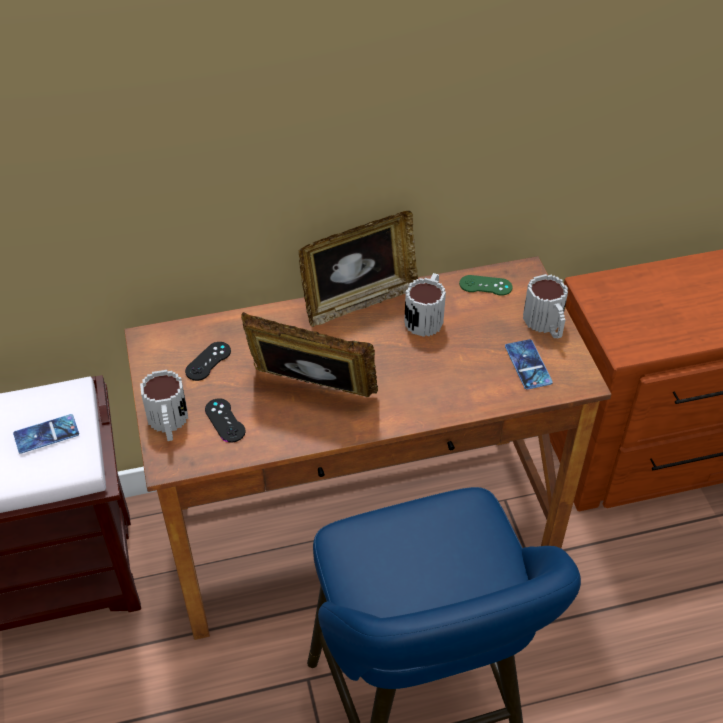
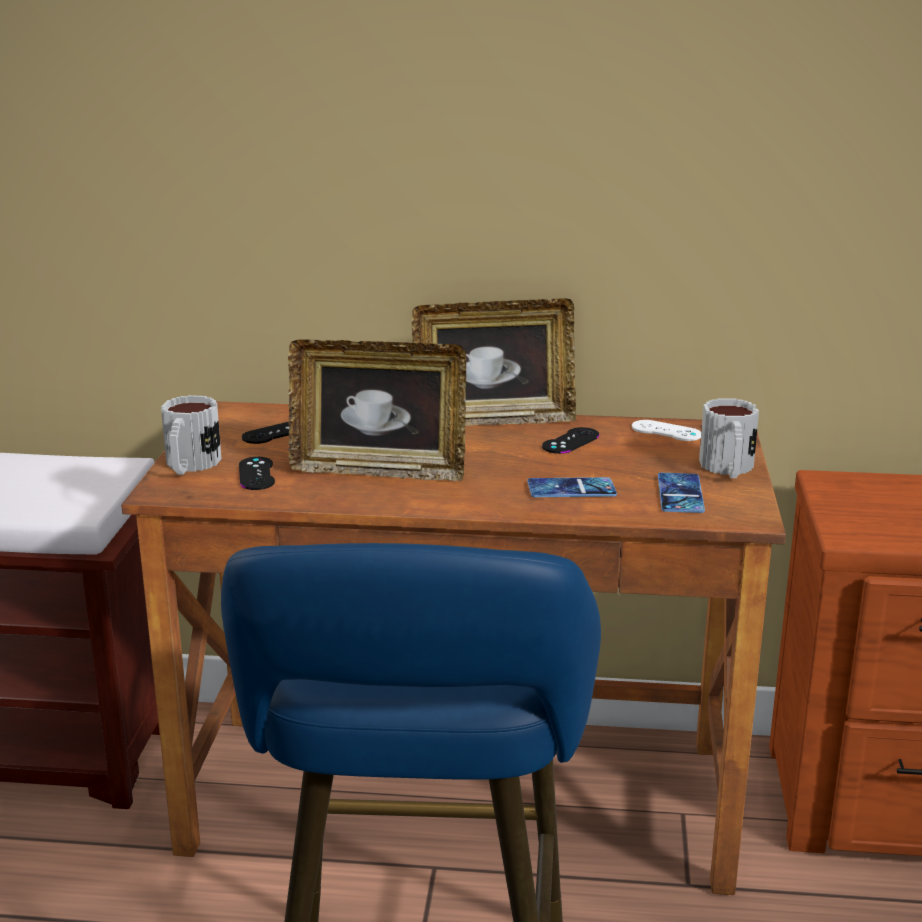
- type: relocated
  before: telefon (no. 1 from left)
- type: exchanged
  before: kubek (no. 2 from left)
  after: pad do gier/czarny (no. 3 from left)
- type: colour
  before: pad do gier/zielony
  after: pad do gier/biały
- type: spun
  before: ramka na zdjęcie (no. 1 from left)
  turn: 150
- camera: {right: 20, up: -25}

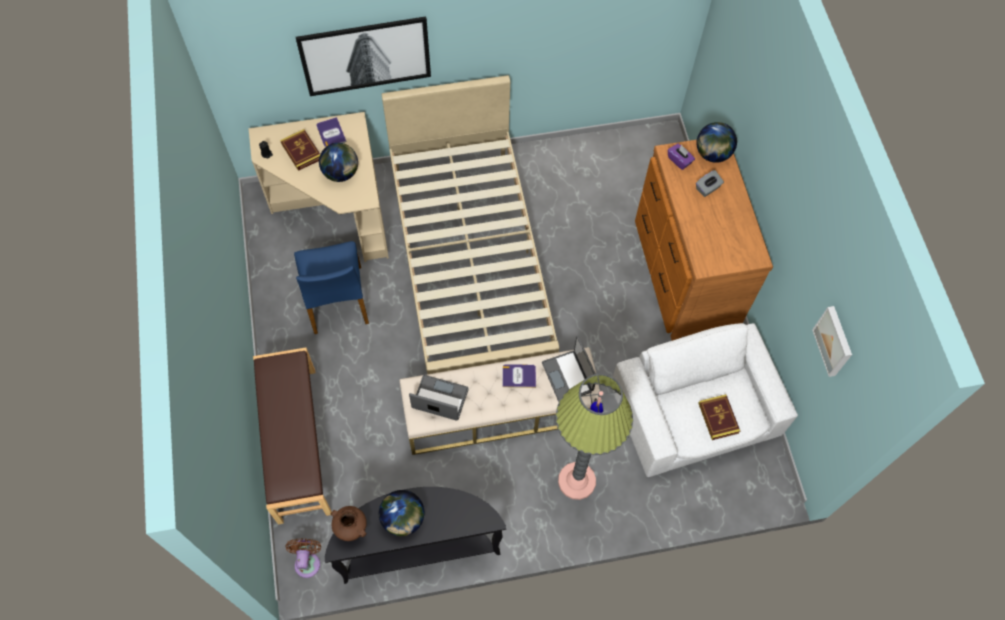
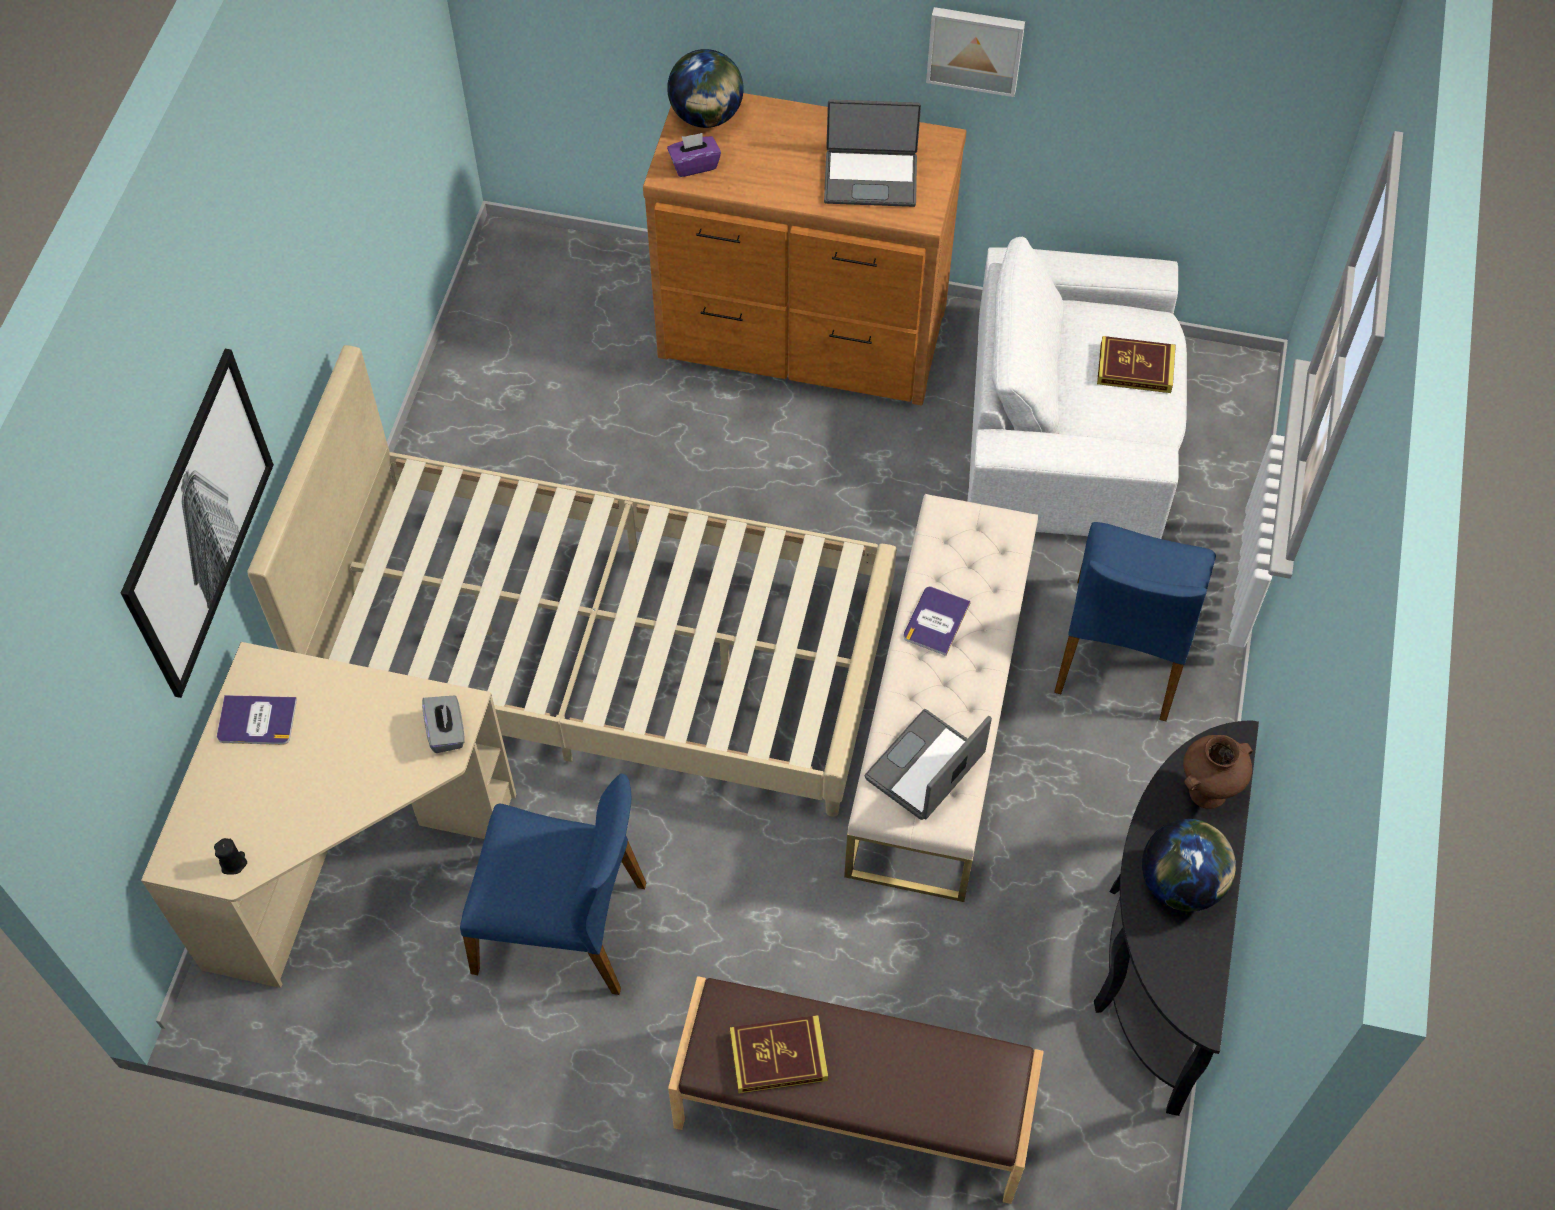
- type: missing
  before: wentylator/brązowy
- type: missing
  before: globus (no. 1 from left)
- type: relocated
  before: książka (no. 1 from left in the first image)
  after: książka (no. 2 from left)
- type: relocated
  before: wazon/brązowy
- type: relocated
  before: laptop (no. 2 from left in the first image)
  after: laptop (no. 1 from left)
- type: relocated
  before: pudełko chusteczek/szary
- type: relocated
  before: obraz (no. 2 from left)
- type: exchanged
  before: lampa stojąca
  after: krzesło/niebieski (no. 2 from left)
- camera: {right: -65, up: -5}

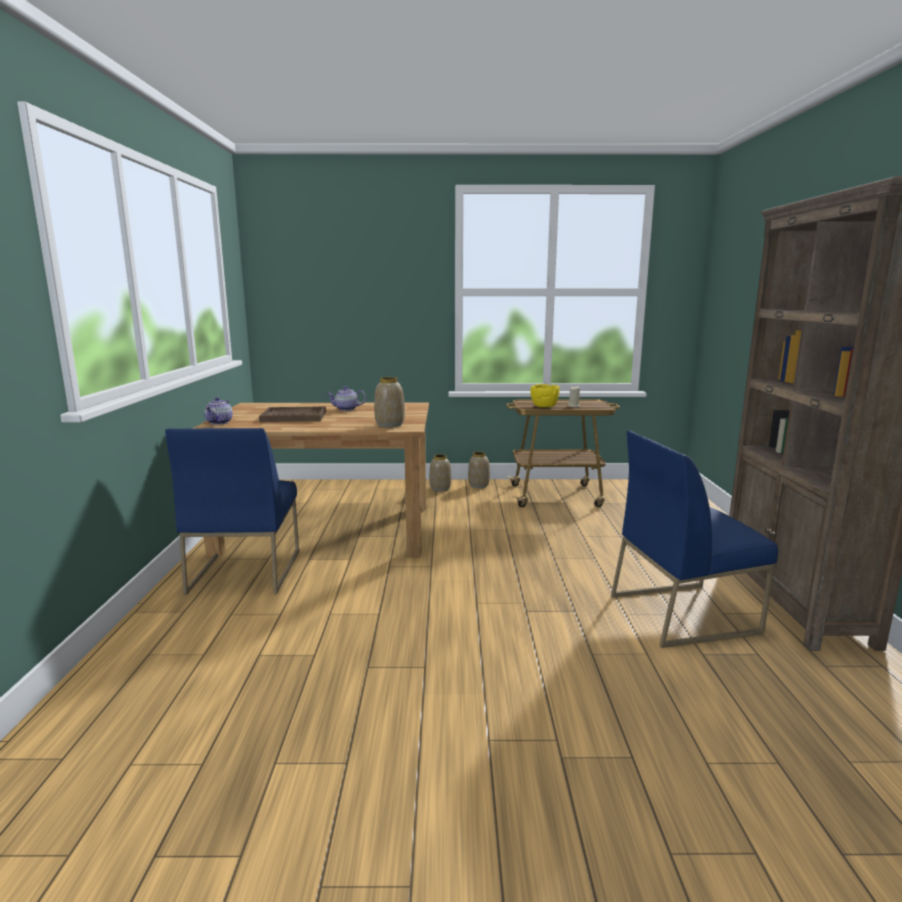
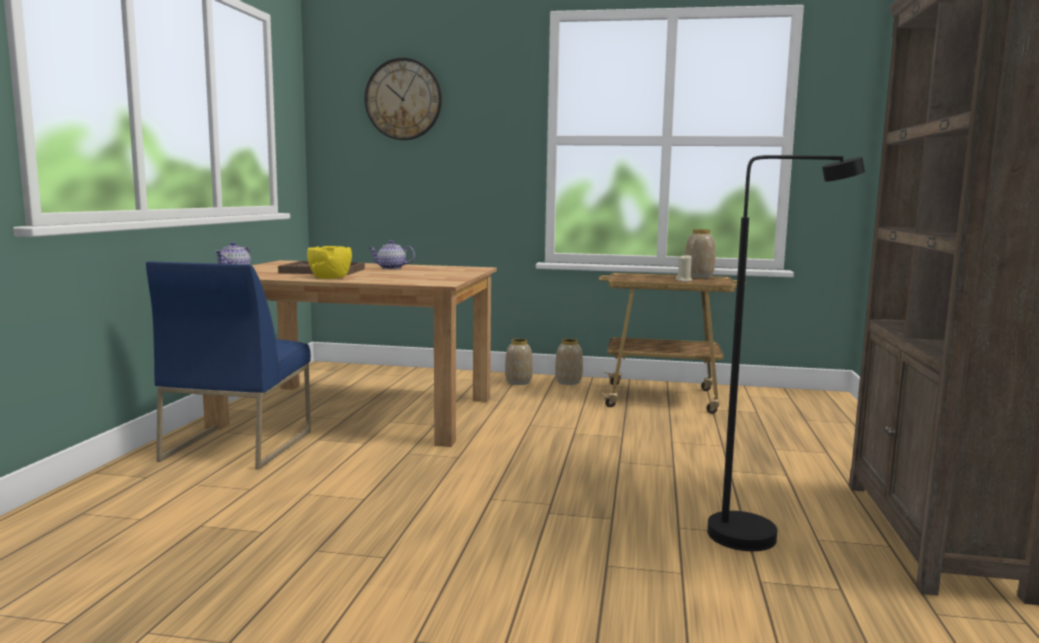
- type: appeared
  after: zegar ścienny
- type: relocated
  before: wazon (no. 1 from left in the first image)
  after: wazon (no. 3 from left)
- type: relocated
  before: miska/żółty
- type: exchanged
  before: krzesło/niebieski (no. 2 from left)
  after: lampa stojąca/czarny
- camera: {right: 10, up: -5}

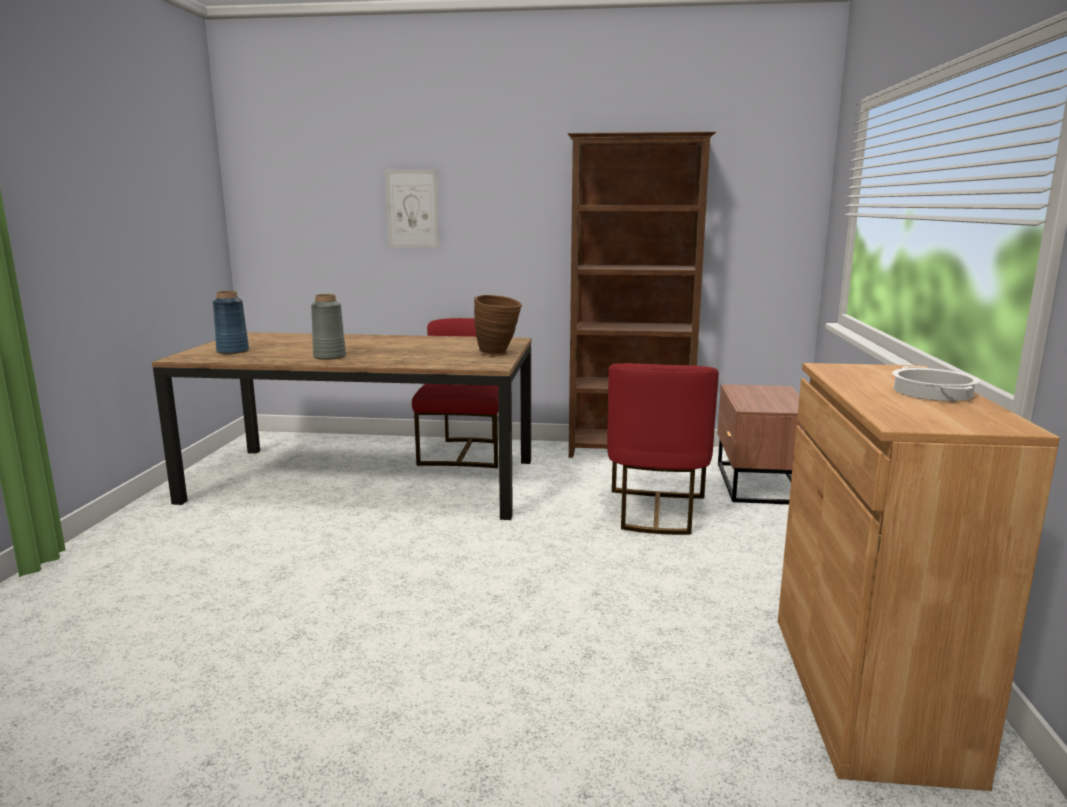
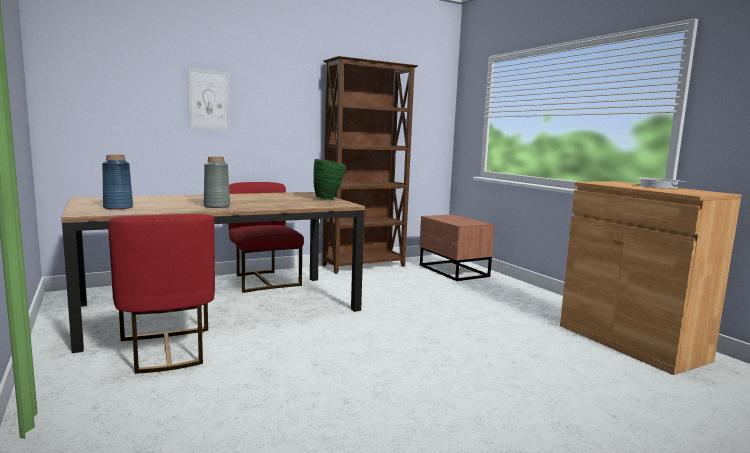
- type: relocated
  before: krzesło/czerwony (no. 2 from left in the first image)
  after: krzesło/czerwony (no. 1 from left)
- type: colour
  before: wazon/brązowy
  after: wazon/zielony
- camera: {right: -35, up: -5}

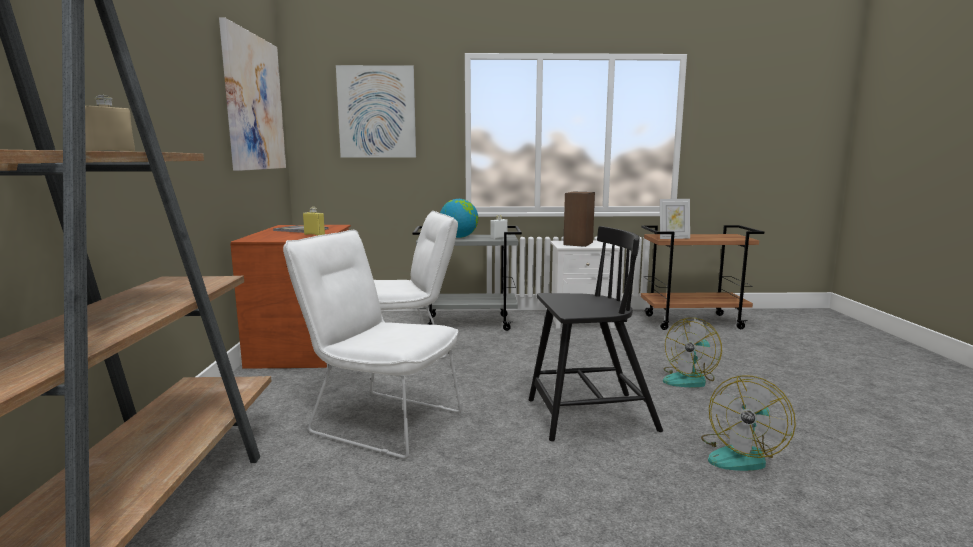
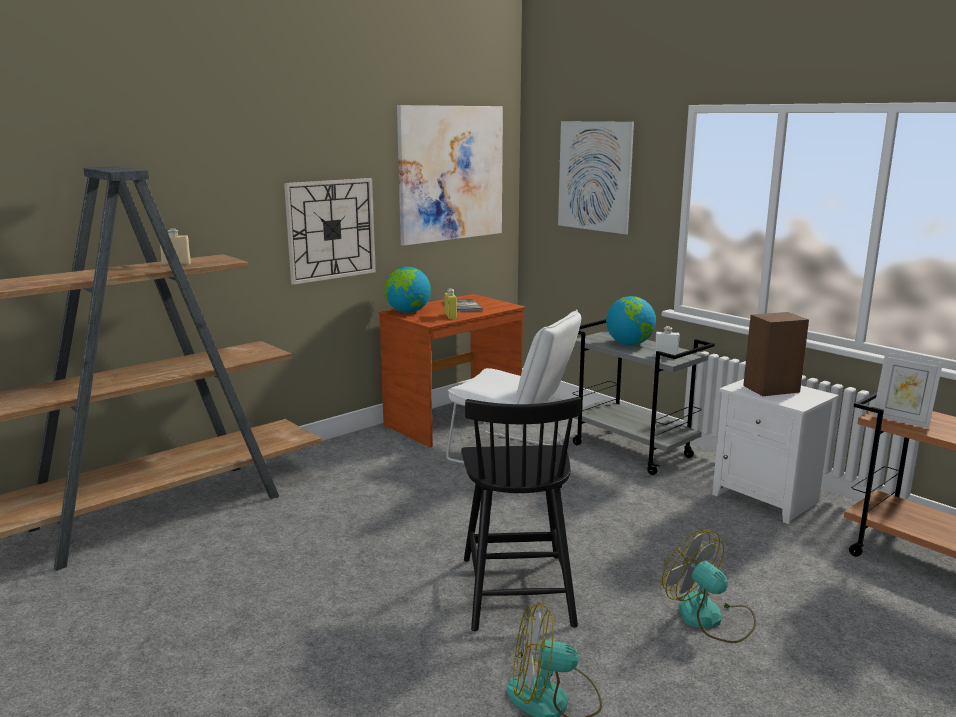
- type: missing
  before: krzesło/biały (no. 1 from left)
- type: appeared
  after: zegar ścienny
- type: appeared
  after: globus (no. 1 from left)
- type: spun
  before: krzesło/czarny
  turn: 45
- type: spun
  before: wentylator (no. 1 from left in the first image)
  turn: 45
- camera: {right: 50, up: 5}

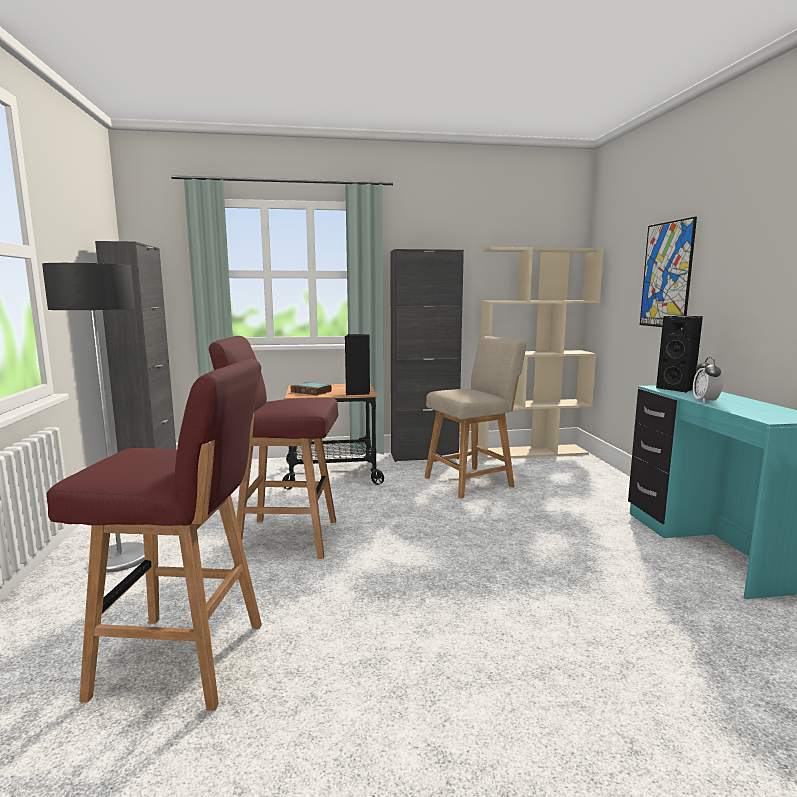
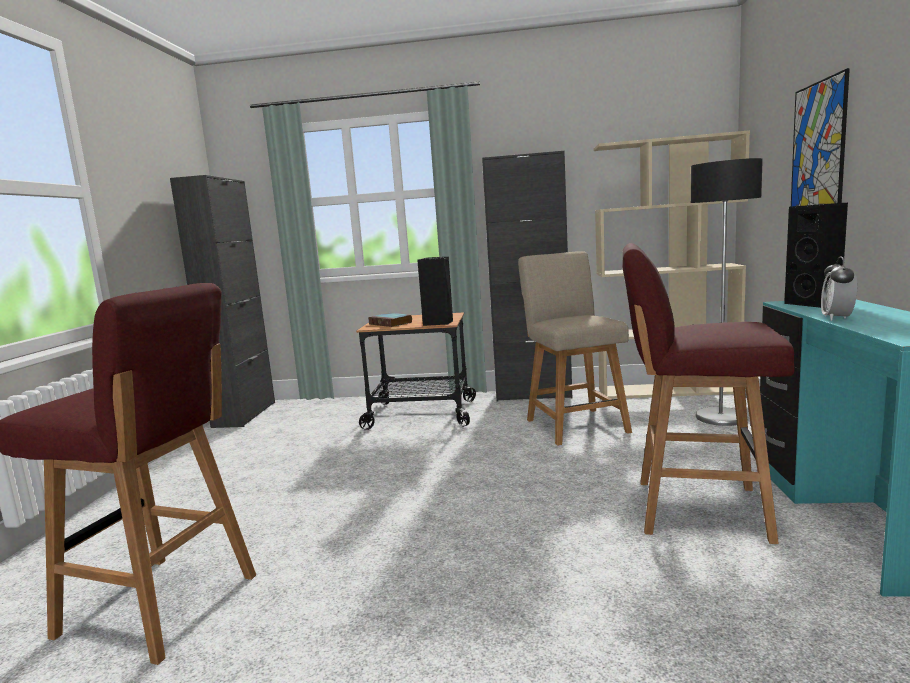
- type: relocated
  before: lampa stojąca
- type: relocated
  before: stołek/czerwony (no. 2 from left)
- type: spun
  before: krzesło/beżowy
  turn: -90
- camera: {right: 15, up: 0}

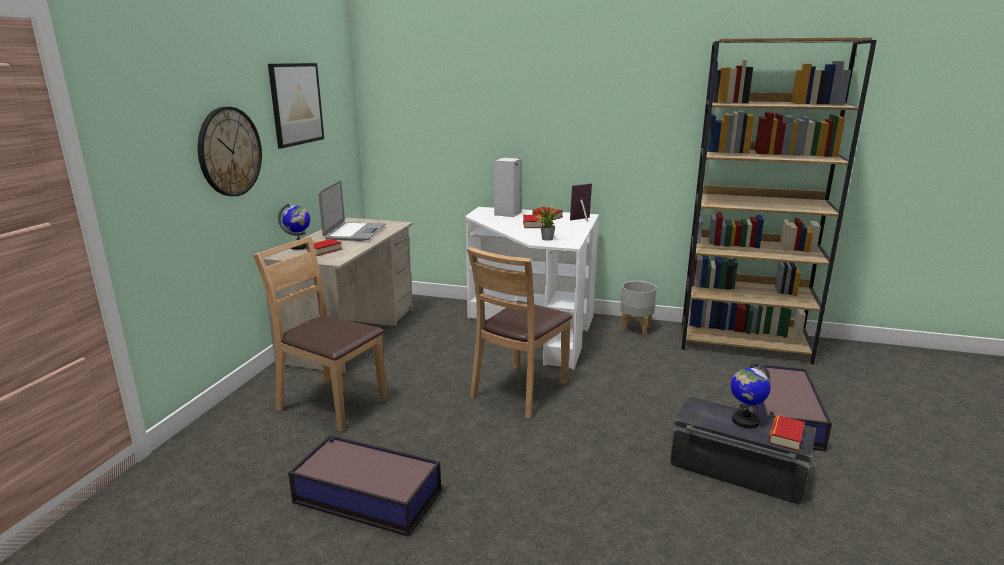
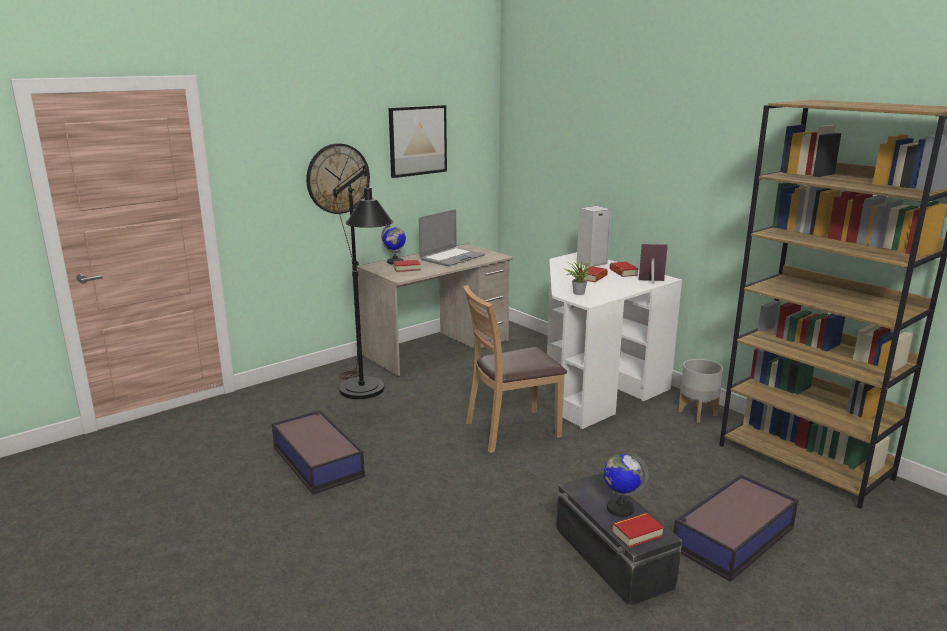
- type: exchanged
  before: krzesło/brązowy (no. 1 from left)
  after: lampa stojąca/czarny
- camera: {right: 35, up: 0}

